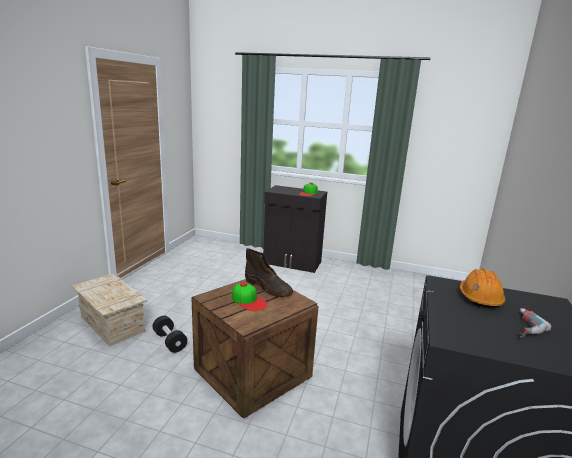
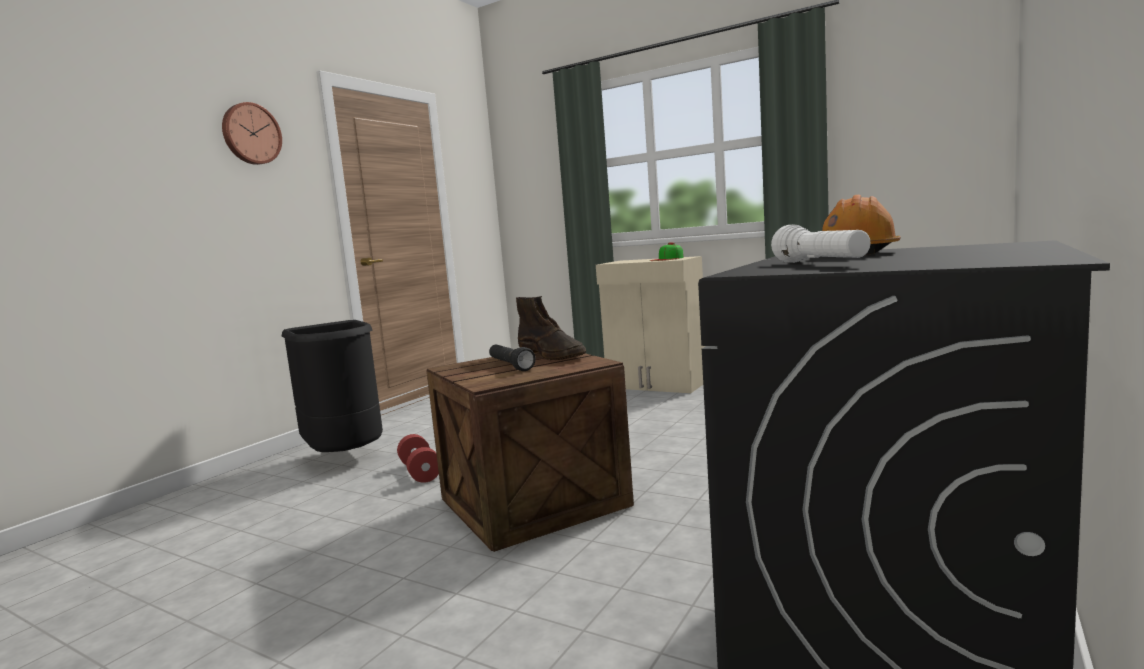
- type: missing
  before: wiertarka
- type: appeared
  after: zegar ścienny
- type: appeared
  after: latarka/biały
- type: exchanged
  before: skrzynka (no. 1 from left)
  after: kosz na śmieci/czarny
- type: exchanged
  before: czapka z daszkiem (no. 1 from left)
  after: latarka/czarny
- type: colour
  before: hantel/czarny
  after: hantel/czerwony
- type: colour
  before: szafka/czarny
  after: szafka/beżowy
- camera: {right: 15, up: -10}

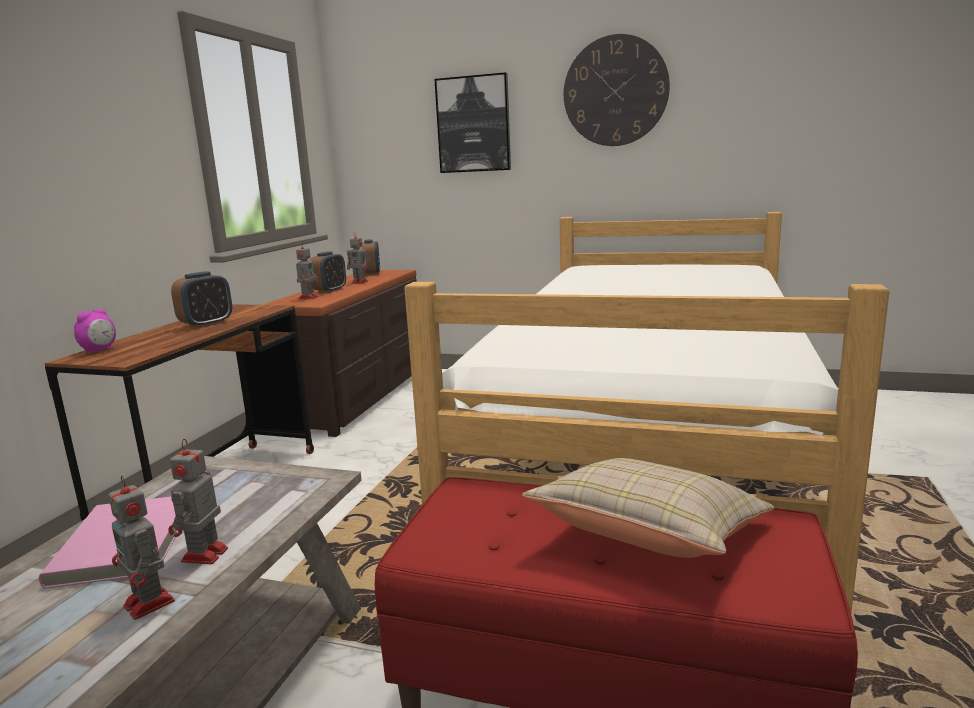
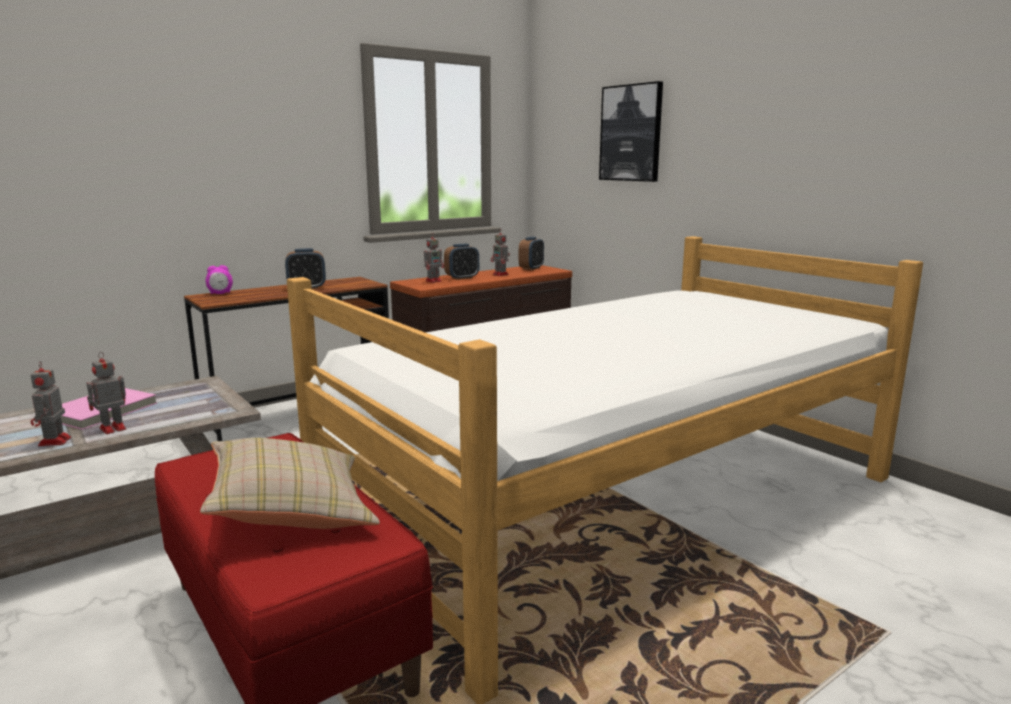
- type: missing
  before: zegar ścienny
- camera: {right: 35, up: 0}

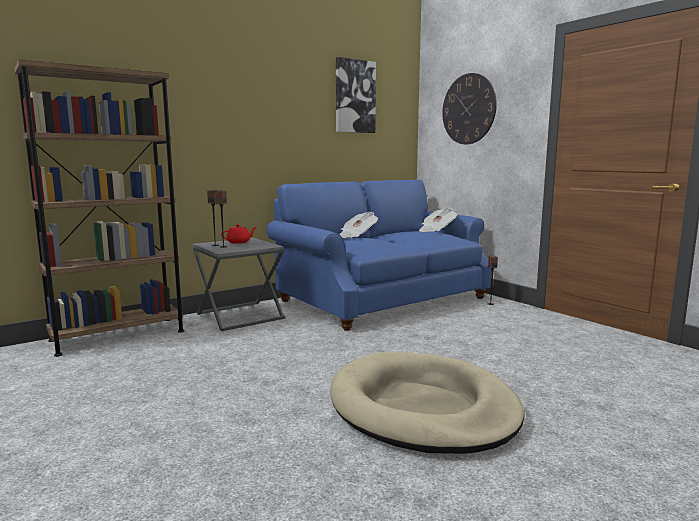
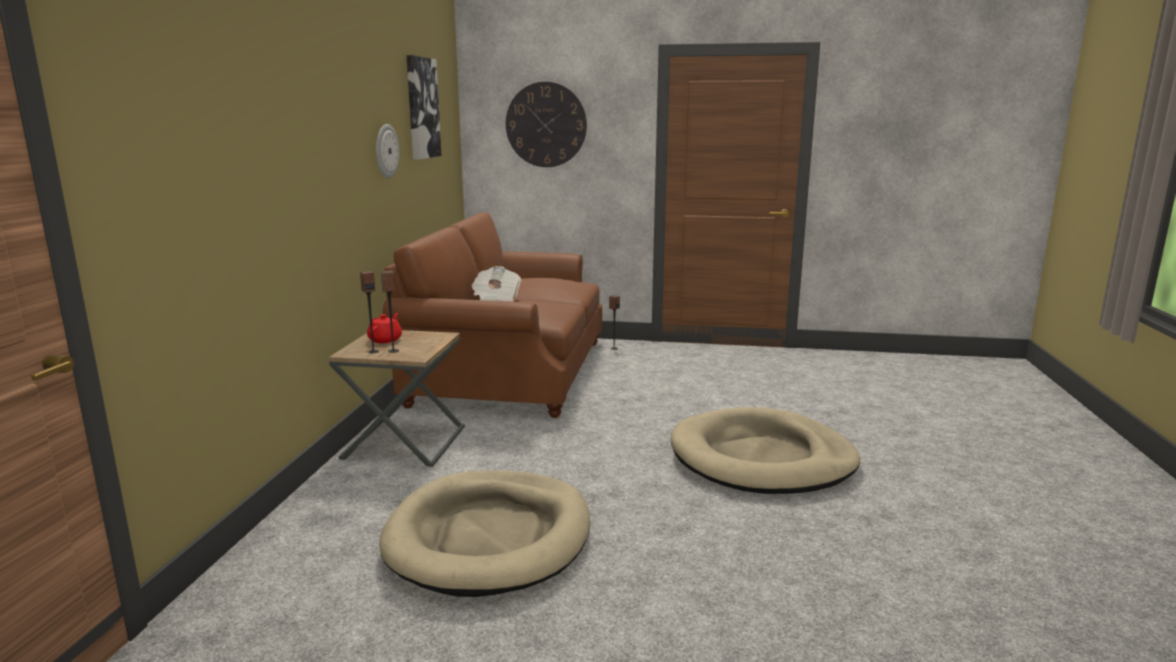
- type: missing
  before: regał/brązowy
- type: missing
  before: gazeta (no. 2 from left)
- type: appeared
  after: zegar ścienny (no. 1 from left)
- type: appeared
  after: legowisko/beżowy (no. 1 from left)
- type: colour
  before: stolik/szary
  after: stolik/brązowy
- type: colour
  before: kanapa/niebieski
  after: kanapa/brązowy
- camera: {right: -45, up: 5}

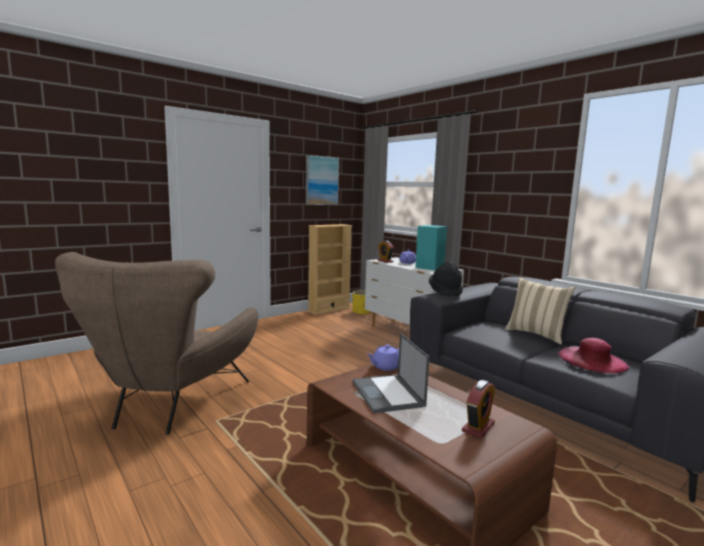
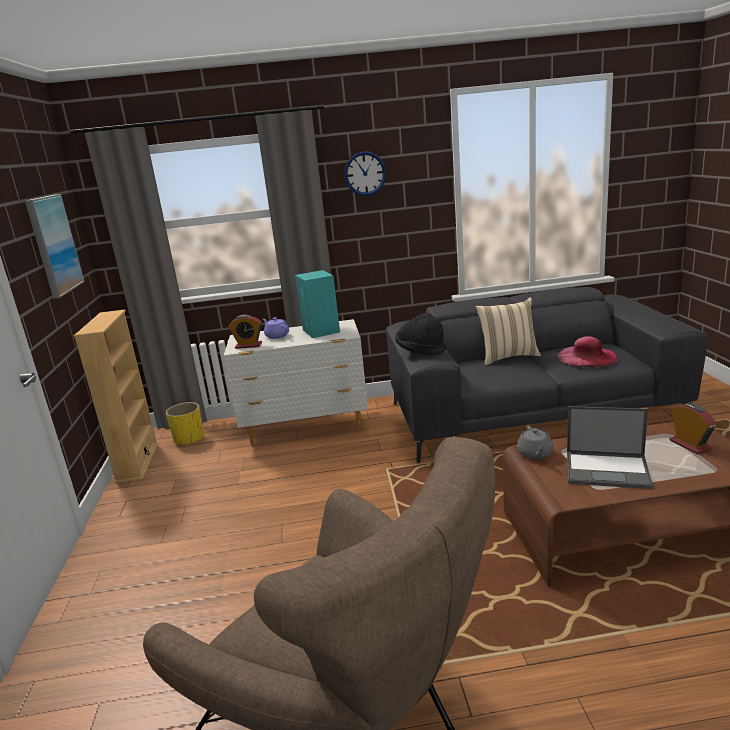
- type: appeared
  after: zegar ścienny
- type: colour
  before: imbryk/fioletowy (no. 1 from left)
  after: imbryk/szary
- camera: {right: -55, up: 10}

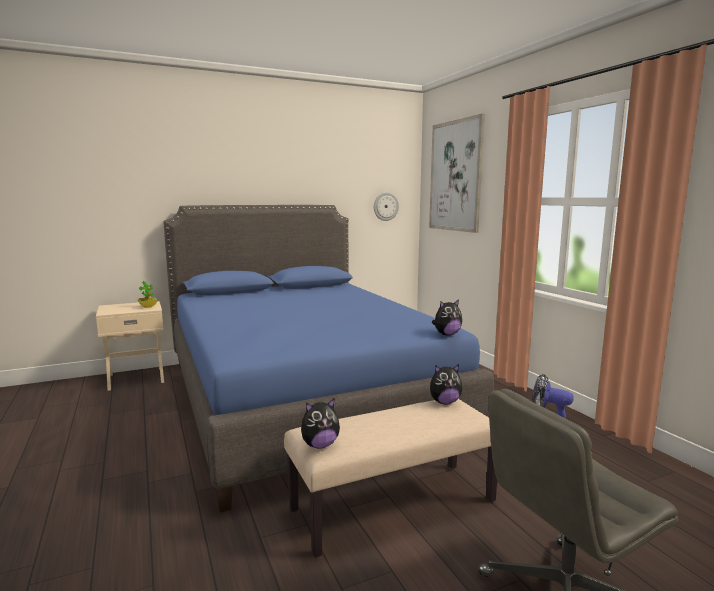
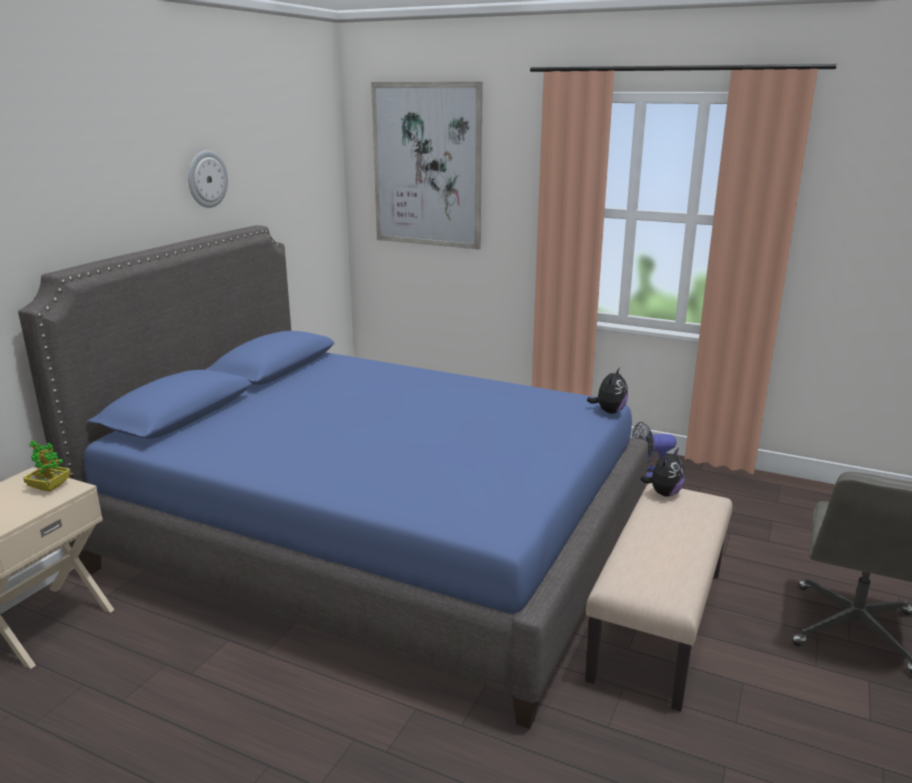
- type: missing
  before: pluszak (no. 1 from left)
- type: relocated
  before: zegar ścienny
- camera: {right: -40, up: 10}

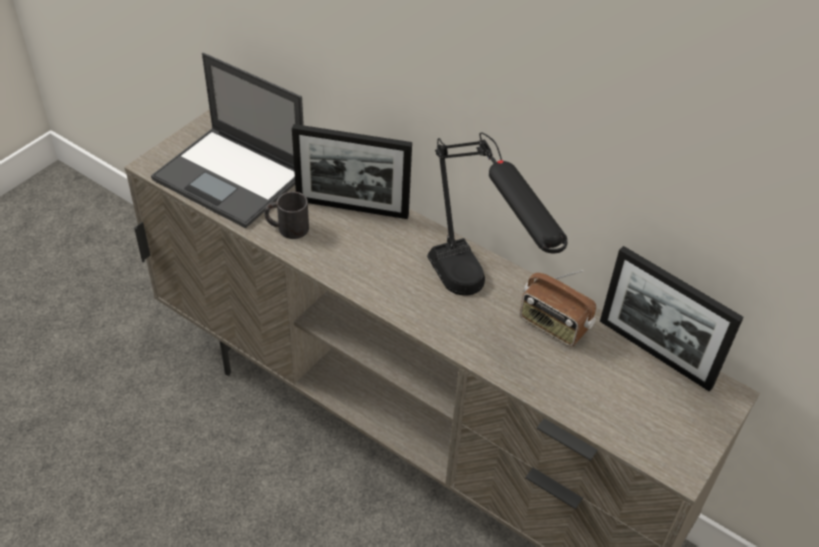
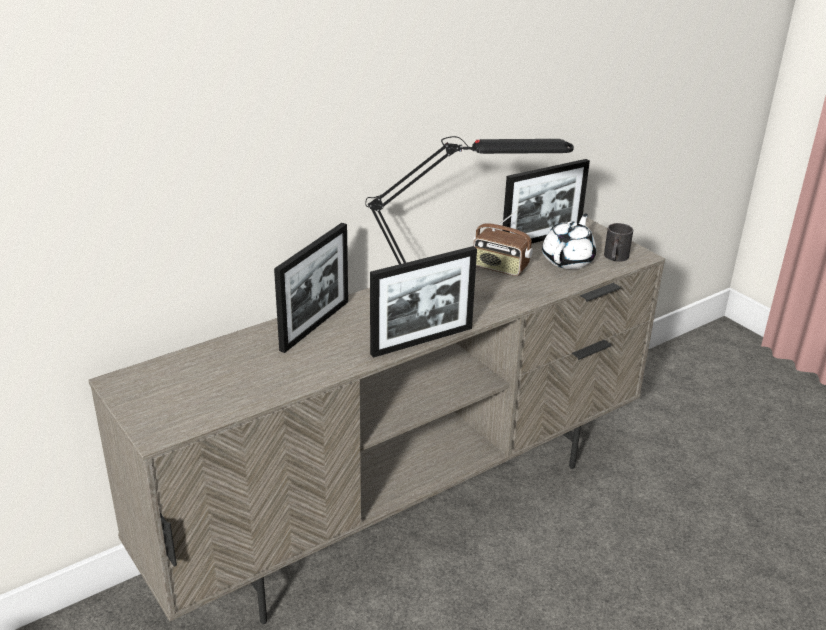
- type: missing
  before: laptop
- type: appeared
  after: ramka na zdjęcie (no. 2 from left)
- type: appeared
  after: imbryk/biały
- type: relocated
  before: kubek/czarny
- type: spun
  before: radio
  turn: 60
- camera: {right: -70, up: -15}

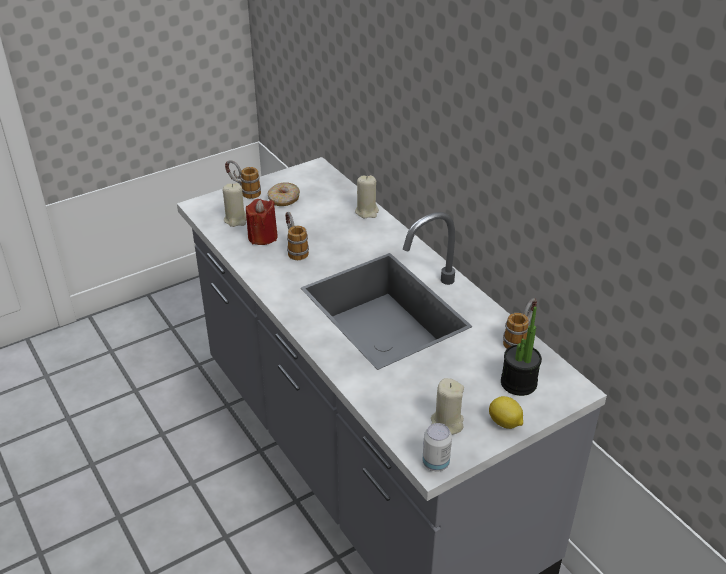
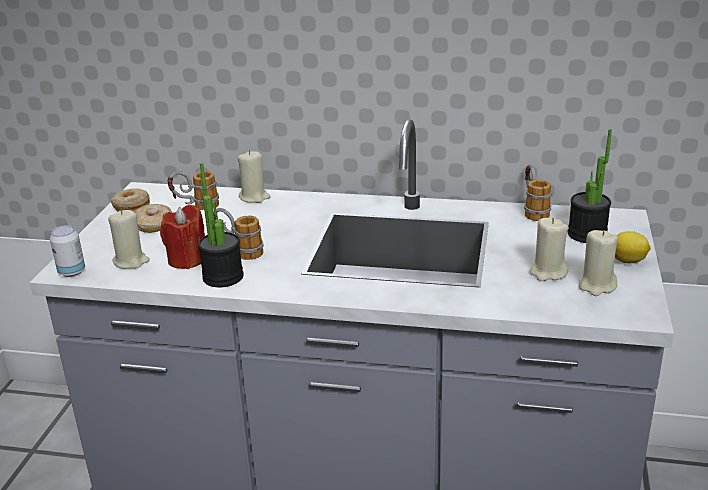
- type: appeared
  after: donut (no. 1 from left)
- type: appeared
  after: roślina doniczkowa (no. 1 from left)
- type: appeared
  after: świeca/beżowy (no. 3 from left)
- type: relocated
  before: kubek (no. 1 from left)
- type: relocated
  before: puszka
- camera: {right: -45, up: -10}

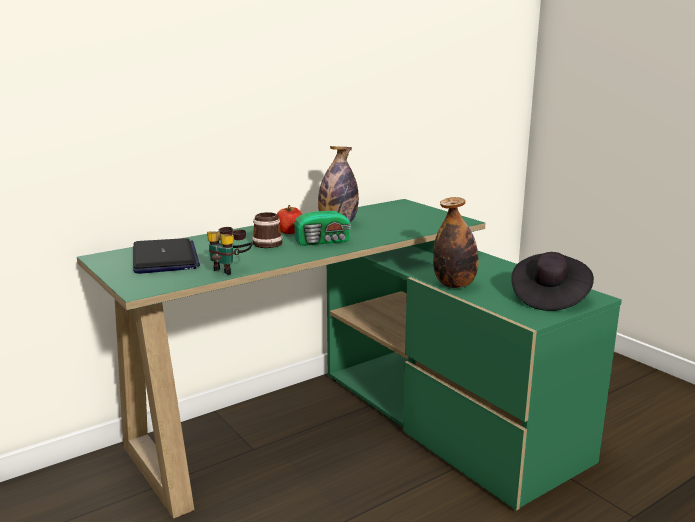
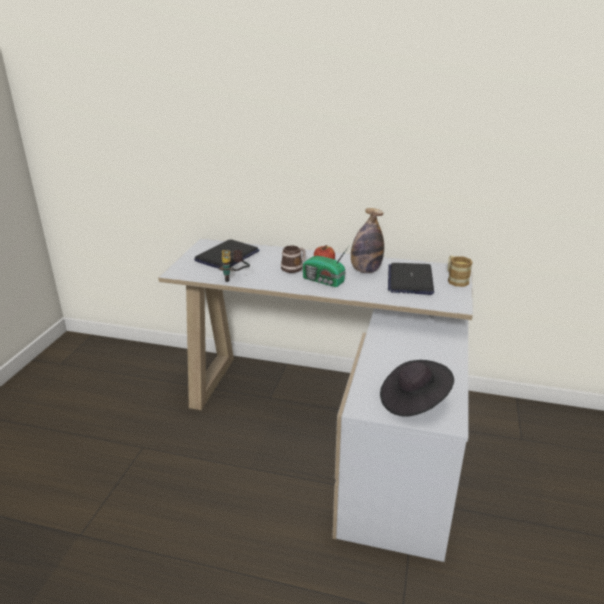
- type: missing
  before: butelka (no. 2 from left)
- type: appeared
  after: laptop (no. 2 from left)
- type: appeared
  after: kubek (no. 2 from left)
- type: colour
  before: biurko/zielony
  after: biurko/biały
- camera: {right: 50, up: 10}

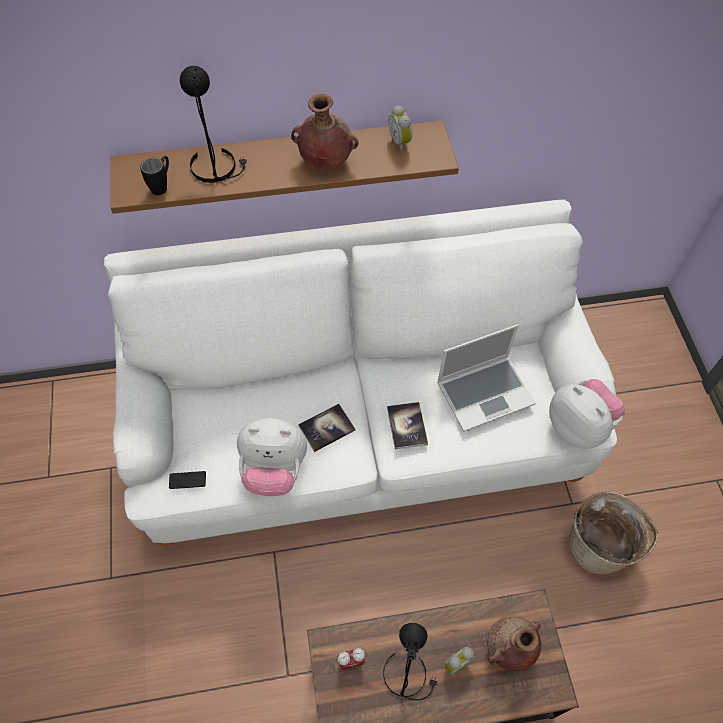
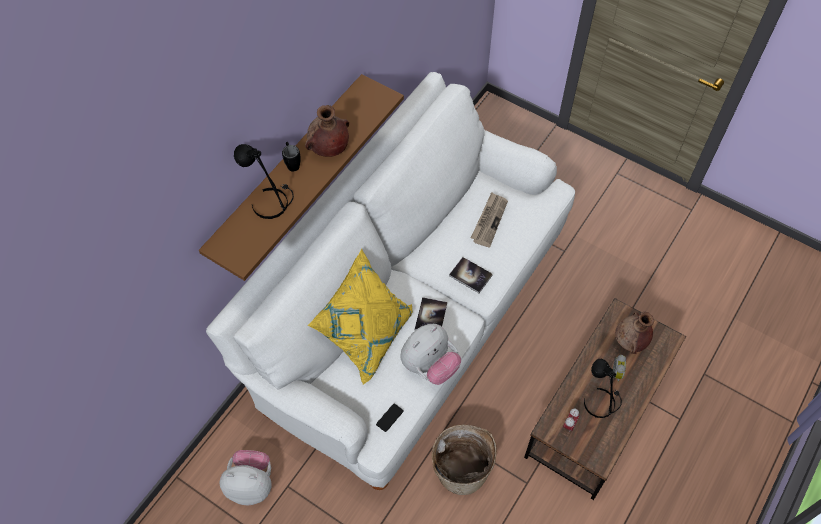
- type: missing
  before: budzik (no. 2 from left)
- type: appeared
  after: poduszka/żółty
- type: relocated
  before: kubek/czarny
- type: relocated
  before: pluszak (no. 2 from left in the first image)
  after: pluszak (no. 1 from left)
- type: relocated
  before: koszyk
- type: exchanged
  before: laptop
  after: gazeta
- camera: {right: -45, up: 0}

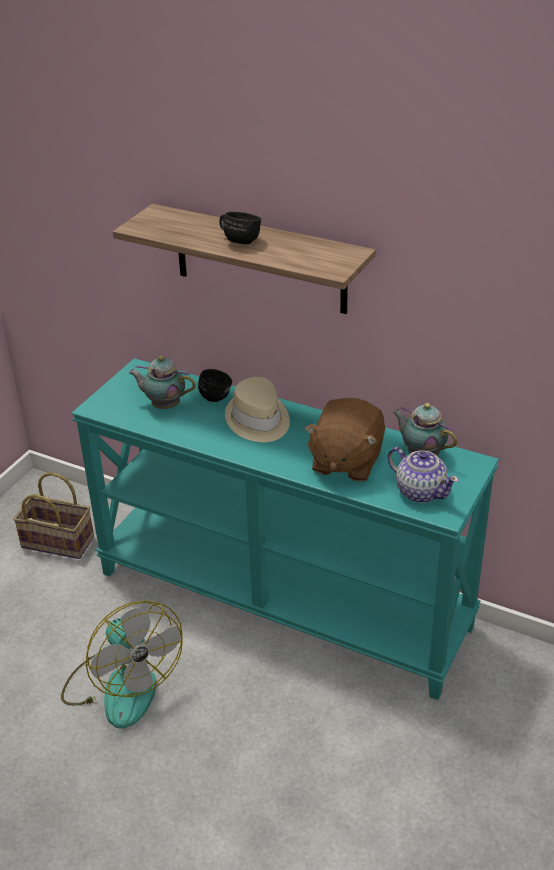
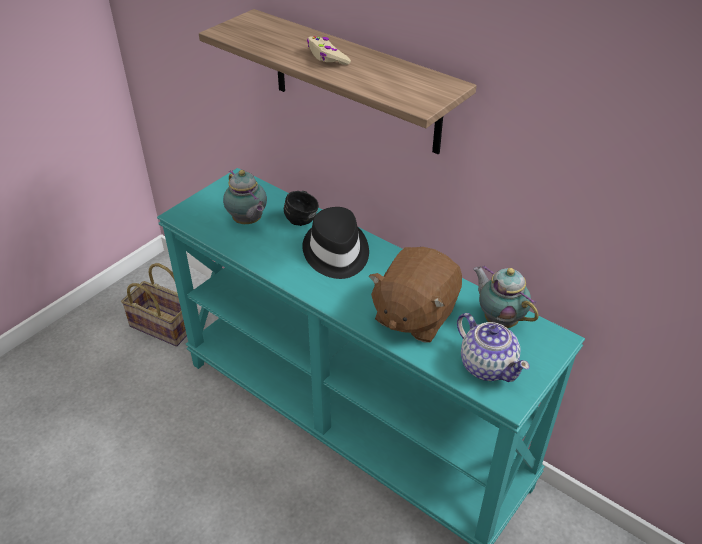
- type: missing
  before: wentylator
- type: exchanged
  before: kubek/czarny (no. 2 from left)
  after: pad do gier/beżowy
- type: colour
  before: kapelusz/beżowy
  after: kapelusz/czarny
- type: spun
  before: imbryk (no. 1 from left)
  turn: -150
- camera: {right: 10, up: 5}

